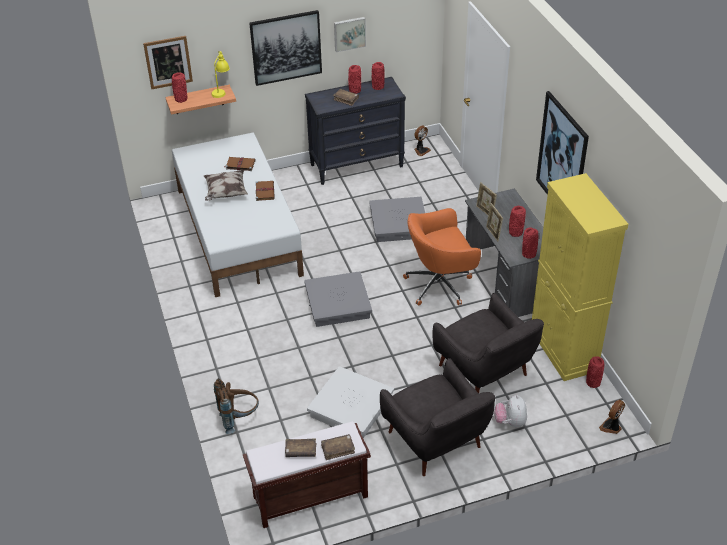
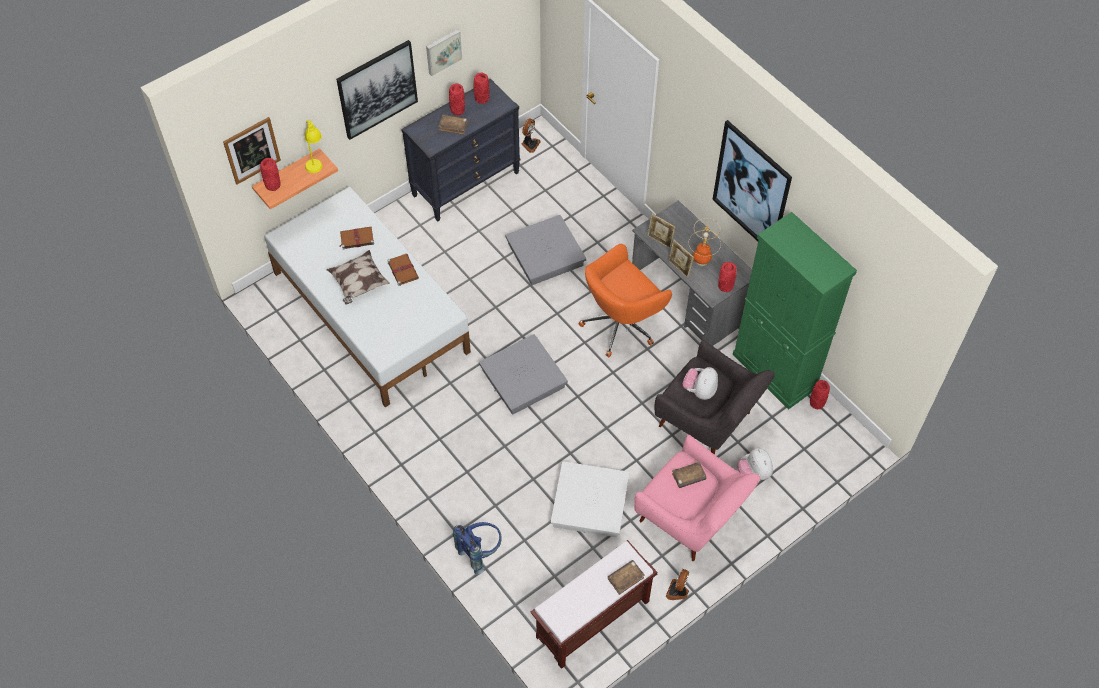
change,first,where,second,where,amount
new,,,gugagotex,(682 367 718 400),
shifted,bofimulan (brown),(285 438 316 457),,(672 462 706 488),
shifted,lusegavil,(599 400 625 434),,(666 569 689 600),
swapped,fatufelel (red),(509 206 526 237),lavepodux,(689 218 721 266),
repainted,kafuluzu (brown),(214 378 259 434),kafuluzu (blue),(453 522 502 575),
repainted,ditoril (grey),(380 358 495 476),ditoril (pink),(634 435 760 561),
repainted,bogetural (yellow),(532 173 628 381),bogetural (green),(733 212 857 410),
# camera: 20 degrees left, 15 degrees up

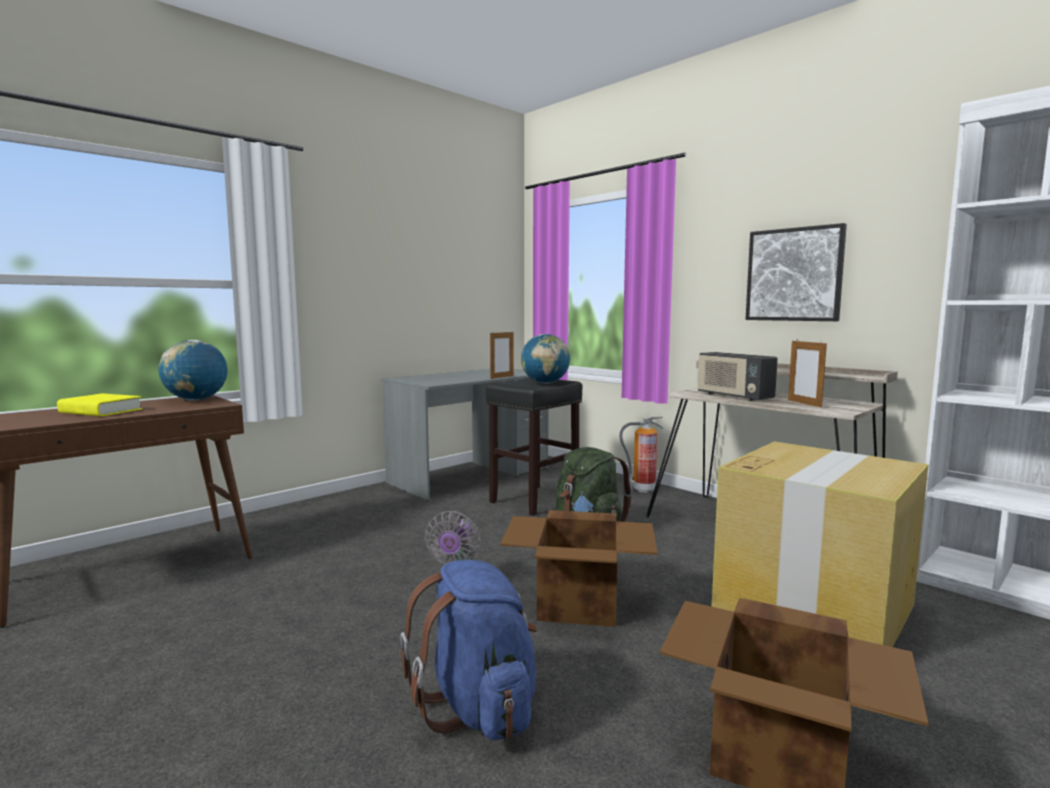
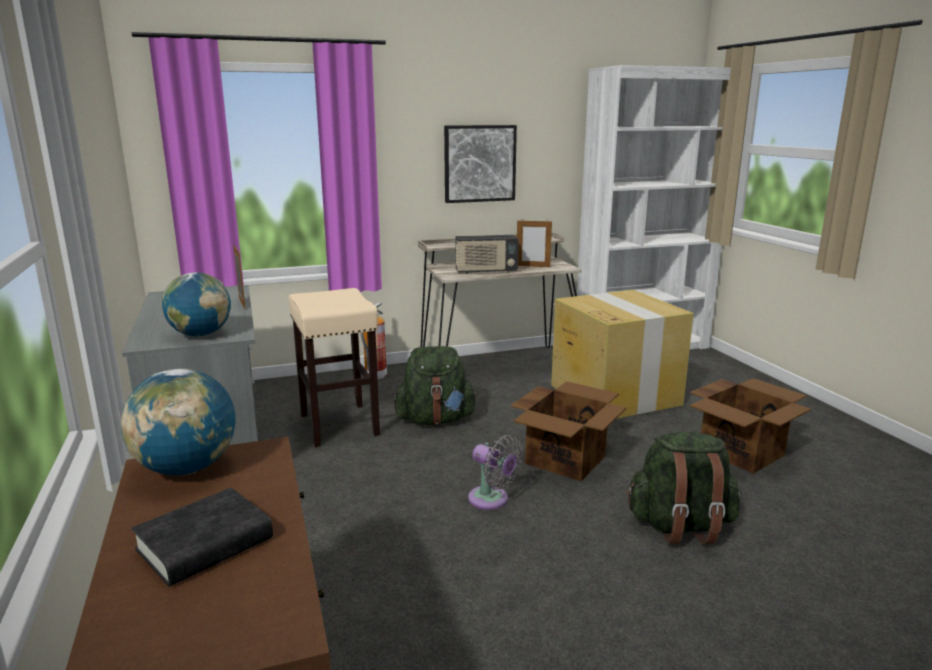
change,first,where,second,where,amount
shifted,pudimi,(521 334 570 384),,(162 272 231 337),
repainted,bofimulan (yellow),(57 393 142 416),bofimulan (black),(131 488 273 587),
repainted,kafuluzu (blue),(400 560 537 740),kafuluzu (green),(626 432 740 544),
repainted,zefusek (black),(486 377 583 516),zefusek (beige),(288 288 380 447),
# camera: 65 degrees left, 10 degrees up

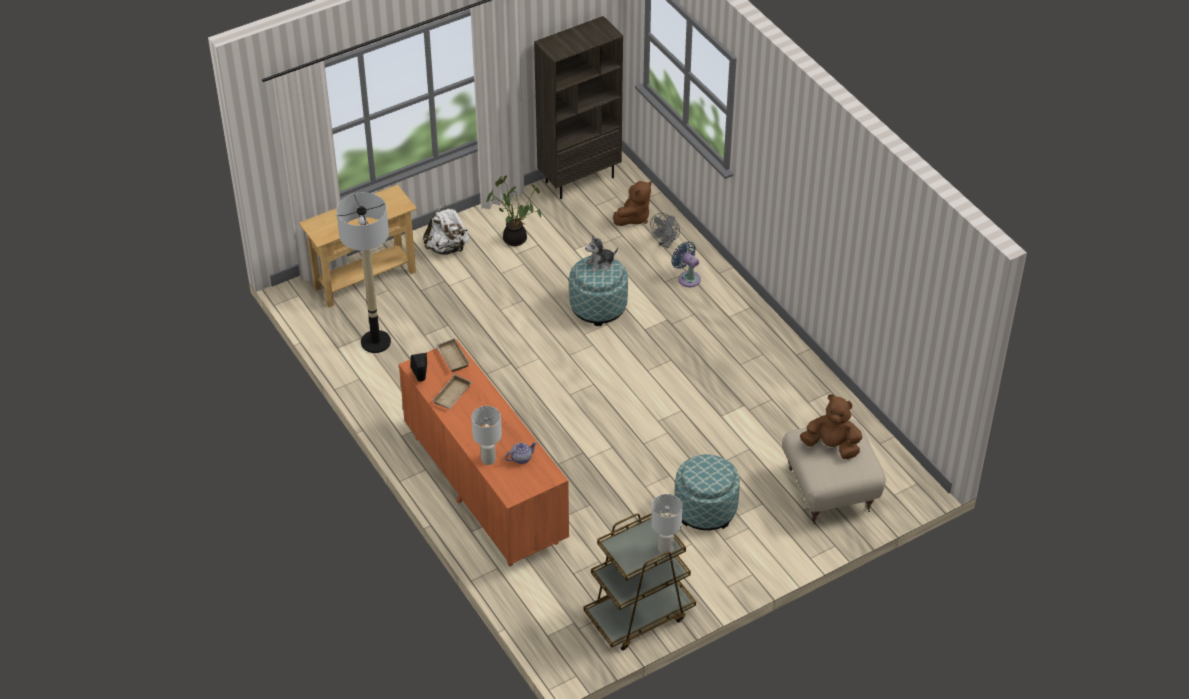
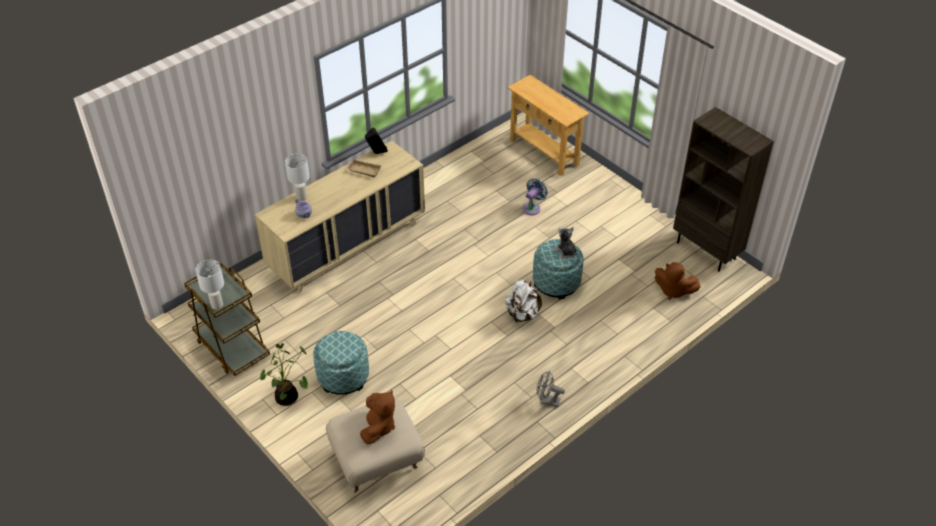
change,first,where,second,where,amount
gone,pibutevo,(336 192 391 353),,,
gone,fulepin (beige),(436 338 470 372),,,
shifted,kafuluzu (white),(423 204 469 255),,(505 280 542 323),
shifted,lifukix,(486 176 541 246),,(260 343 308 406),
shifted,lusegavil (grey),(650 213 680 248),,(537 371 565 407),
shifted,lusegavil (blue),(671 241 701 287),,(523 178 548 215),
repainted,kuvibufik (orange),(399 340 569 566),kuvibufik (beige),(254 140 425 293),
# camera: 80 degrees right, 0 degrees up

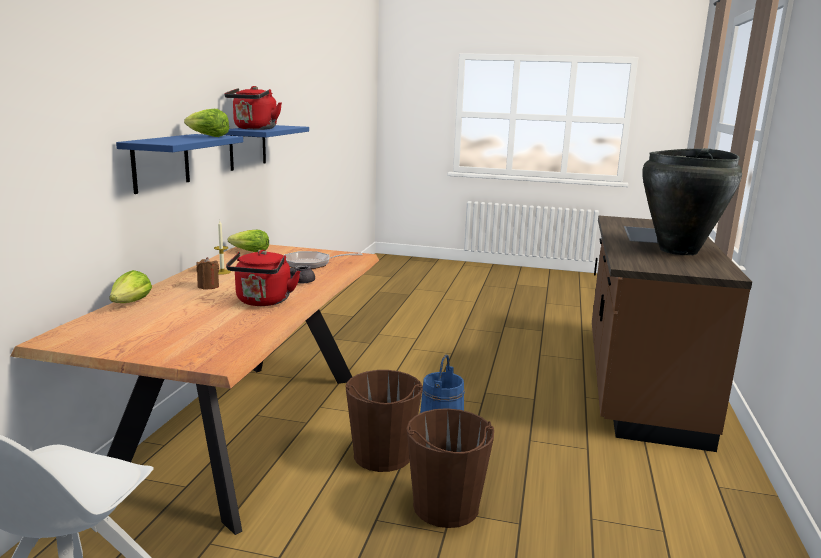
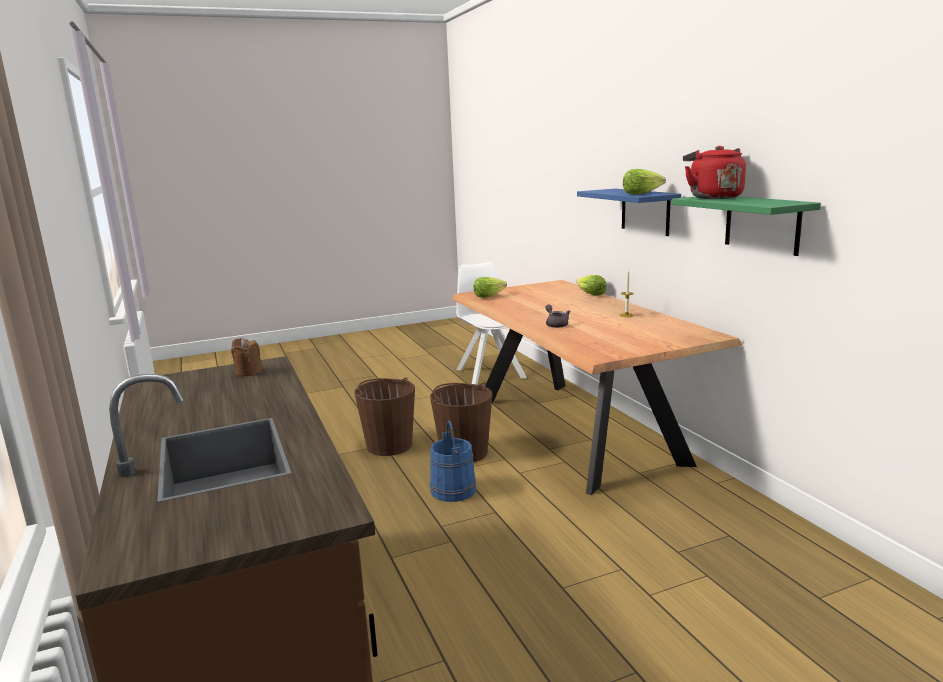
change,first,where,second,where,amount
gone,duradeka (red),(226 250 301 306),,,
gone,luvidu,(284 251 362 269),,,
gone,fatufelel (black),(642 148 742 255),,,
shifted,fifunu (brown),(196 257 219 290),,(231 338 262 376),
shifted,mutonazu,(228 230 269 252),,(473 277 507 298),
repainted,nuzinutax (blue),(225 125 309 171),nuzinutax (green),(672 196 821 256),
# camera: 145 degrees right, 0 degrees up

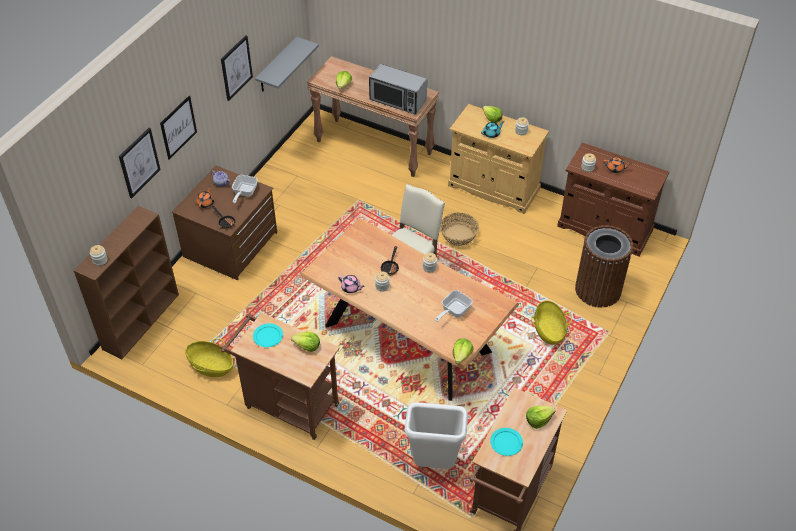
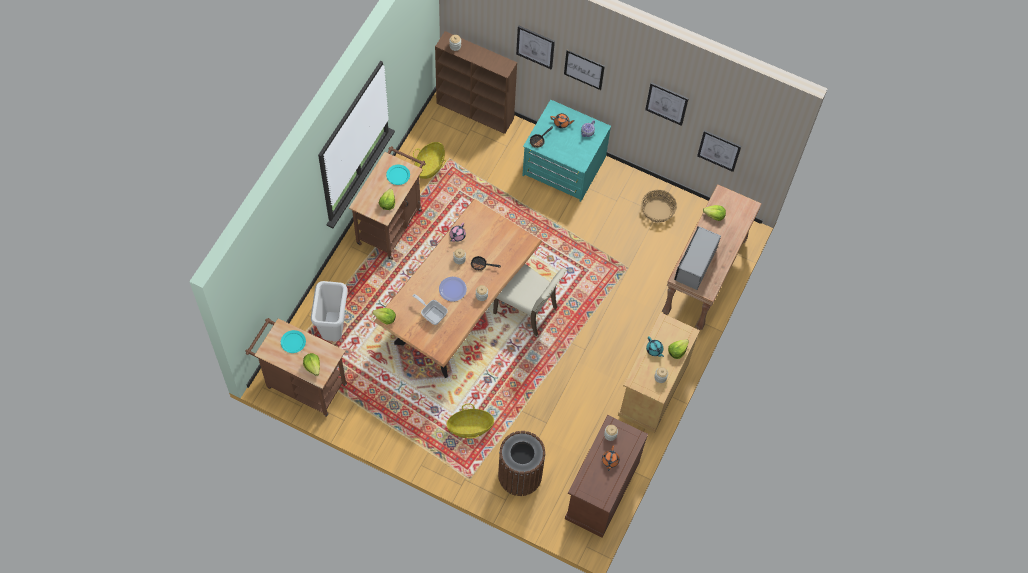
change,first,where,second,where,amount
gone,luvidu,(232 175 258 204),,,
new,,,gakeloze,(439 277 467 301),
shifted,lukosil,(440 212 479 246),,(641 190 677 223),
swapped,nuzinutax (grey),(255 37 319 92),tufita,(697 130 741 172),
repainted,kuvibufik (brown),(172 166 277 280),kuvibufik (turquoise),(522 100 611 202),
# camera: 85 degrees right, 15 degrees up

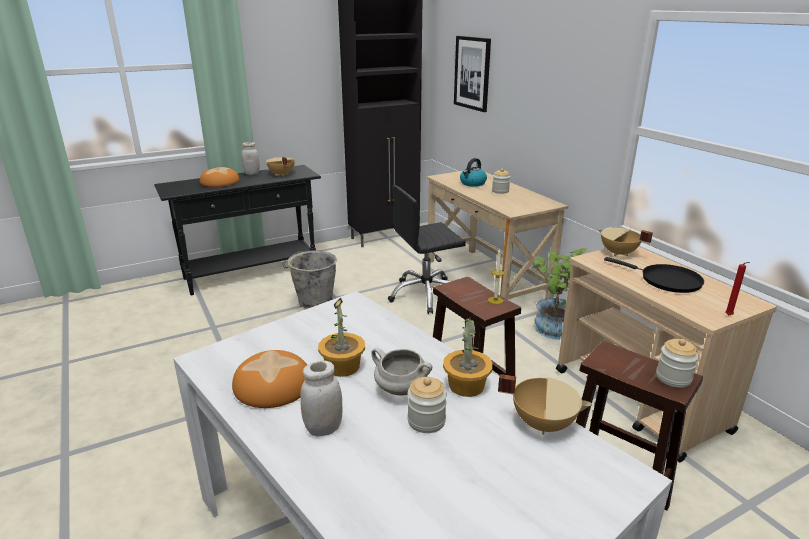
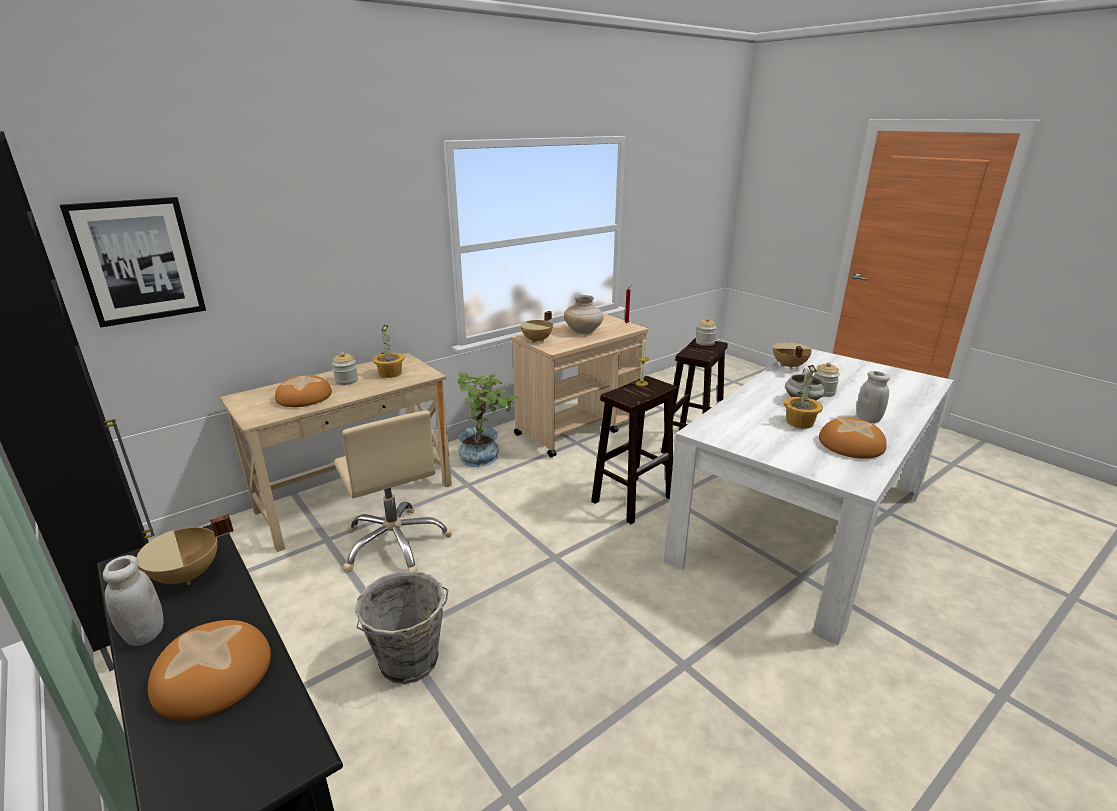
change,first,where,second,where,amount
shifted,lifukix,(443 318 493 397),,(373 325 404 378),
swapped,duradeka,(460 158 487 187),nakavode,(275 375 332 407),
swapped,luvidu (black),(604 257 704 293),fatufelel (beige),(564 295 603 334),
repainted,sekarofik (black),(388 185 466 314),sekarofik (beige),(334 410 452 572),
# camera: 100 degrees left, 0 degrees up

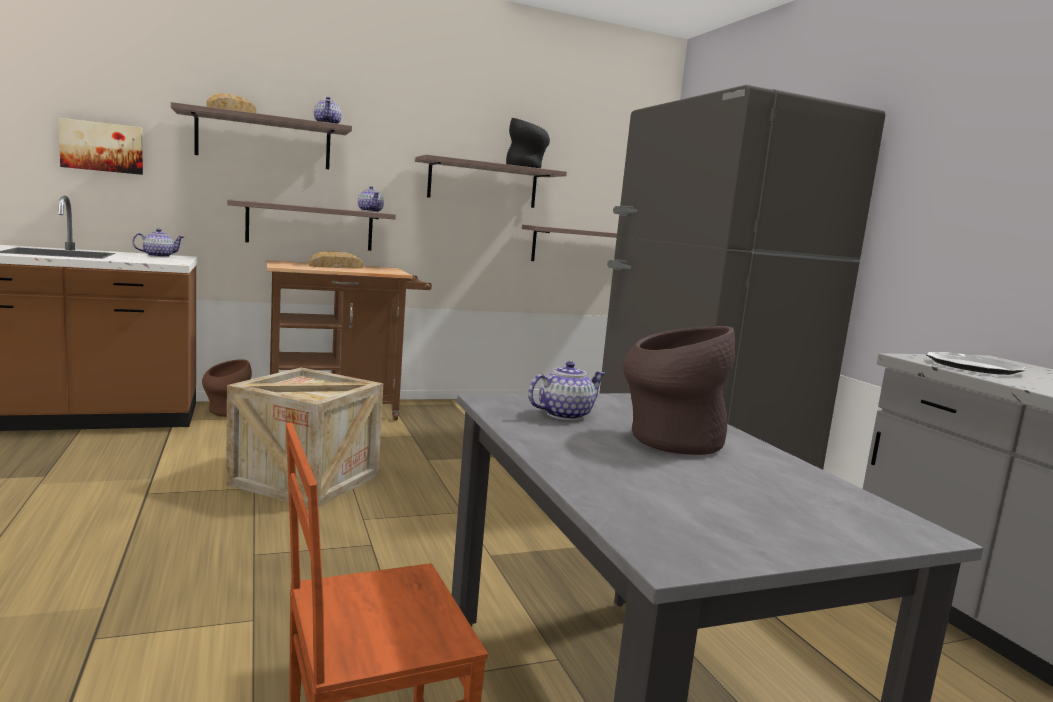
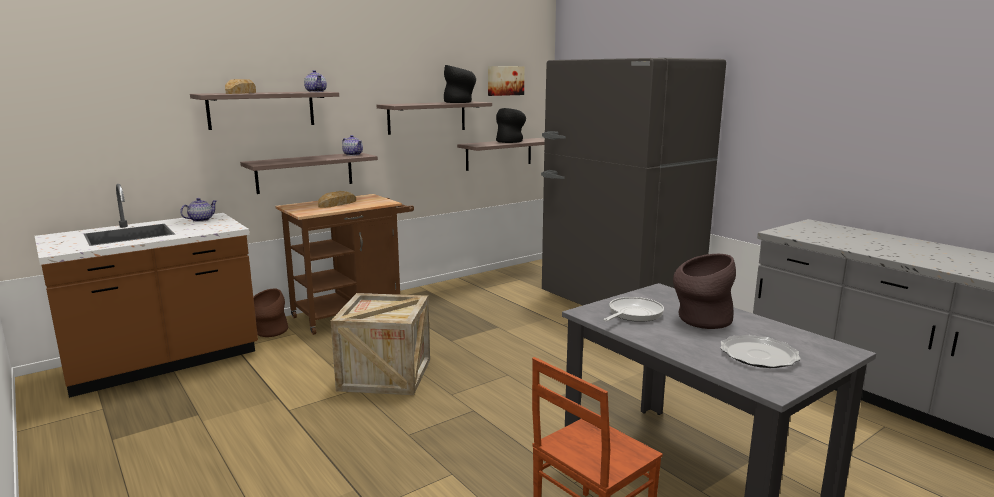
change,first,where,second,where,amount
new,,,fatufelel (black),(496 108 526 143),
shifted,tufita,(59 118 143 175),,(488 66 524 96),
shifted,gakeloze,(926 352 1026 375),,(720 335 801 368),
swapped,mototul,(528 361 606 420),luvidu,(603 297 664 322),
# camera: 15 degrees left, 5 degrees up

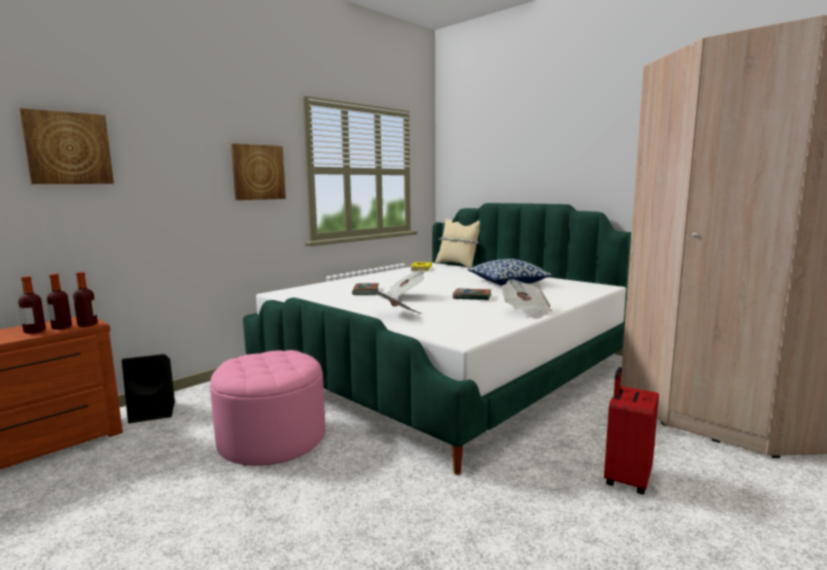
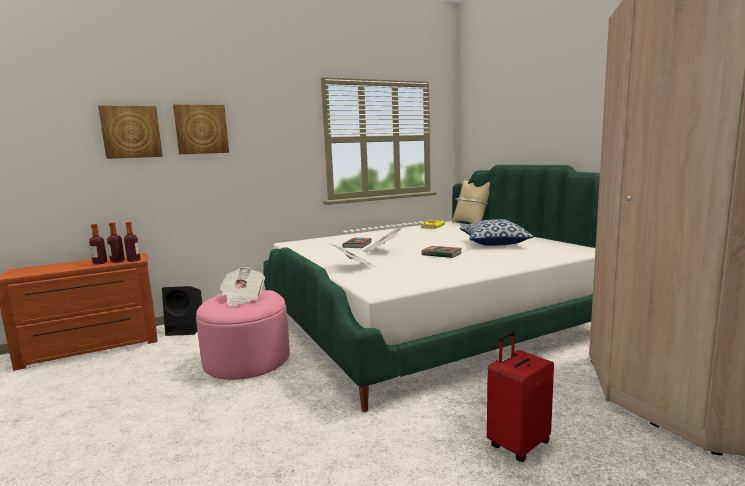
change,first,where,second,where,amount
shifted,tufita,(231 143 286 200),,(173 104 229 154),
shifted,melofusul,(501 280 553 319),,(219 267 265 306),
# camera: 20 degrees right, 0 degrees up

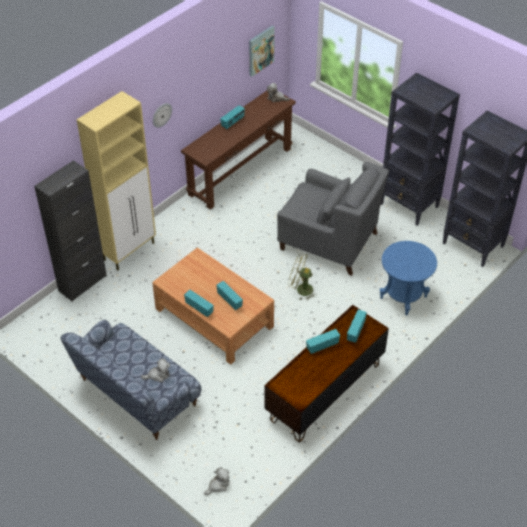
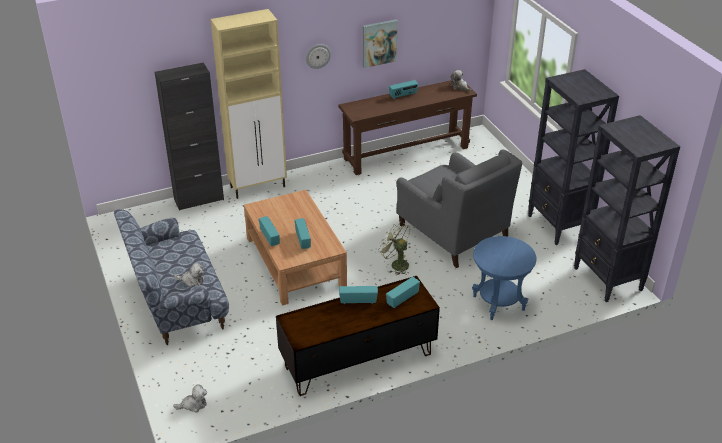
change,first,where,second,where,amount
shifted,tufita,(249 26 275 77),,(363 19 398 68),
# camera: 25 degrees right, 10 degrees down

